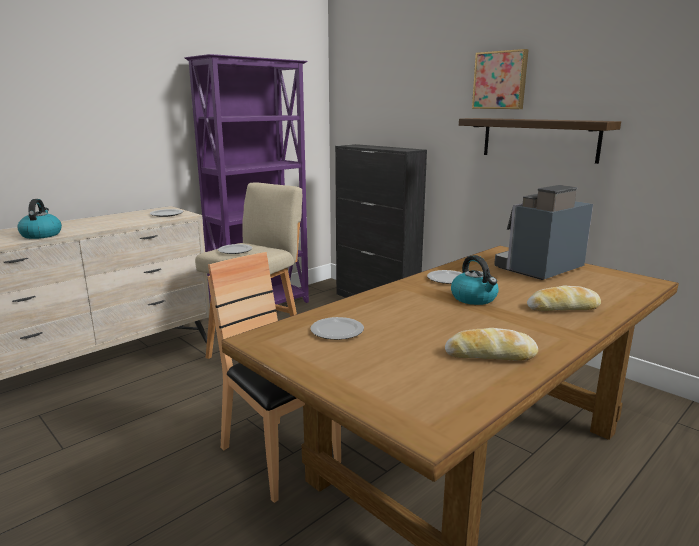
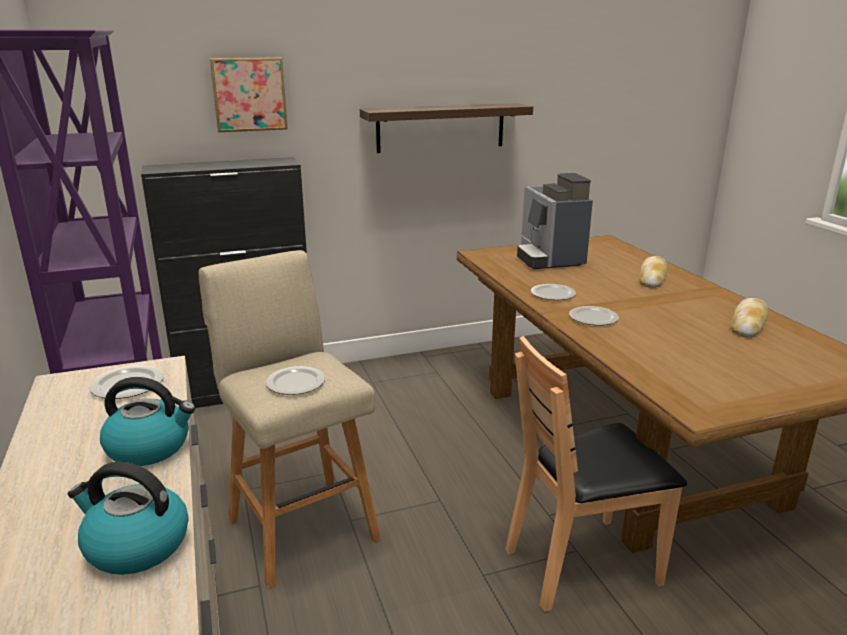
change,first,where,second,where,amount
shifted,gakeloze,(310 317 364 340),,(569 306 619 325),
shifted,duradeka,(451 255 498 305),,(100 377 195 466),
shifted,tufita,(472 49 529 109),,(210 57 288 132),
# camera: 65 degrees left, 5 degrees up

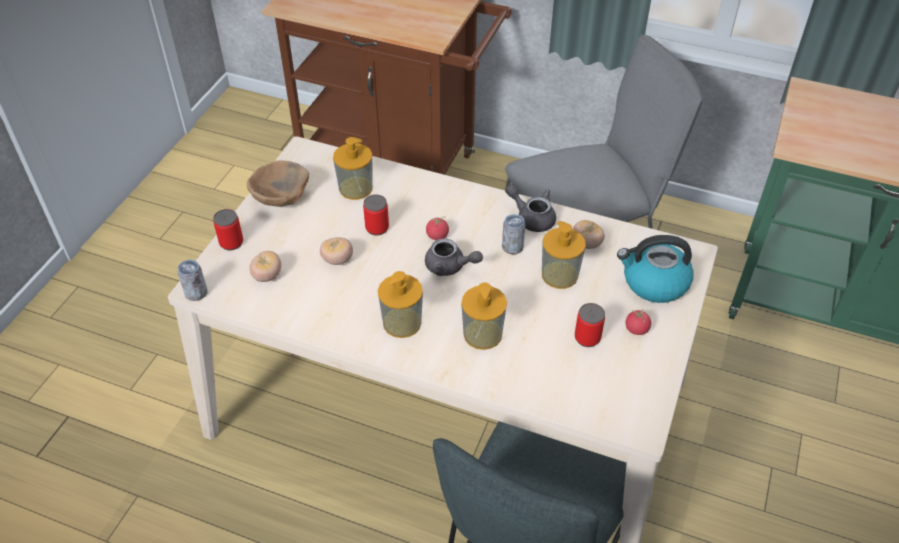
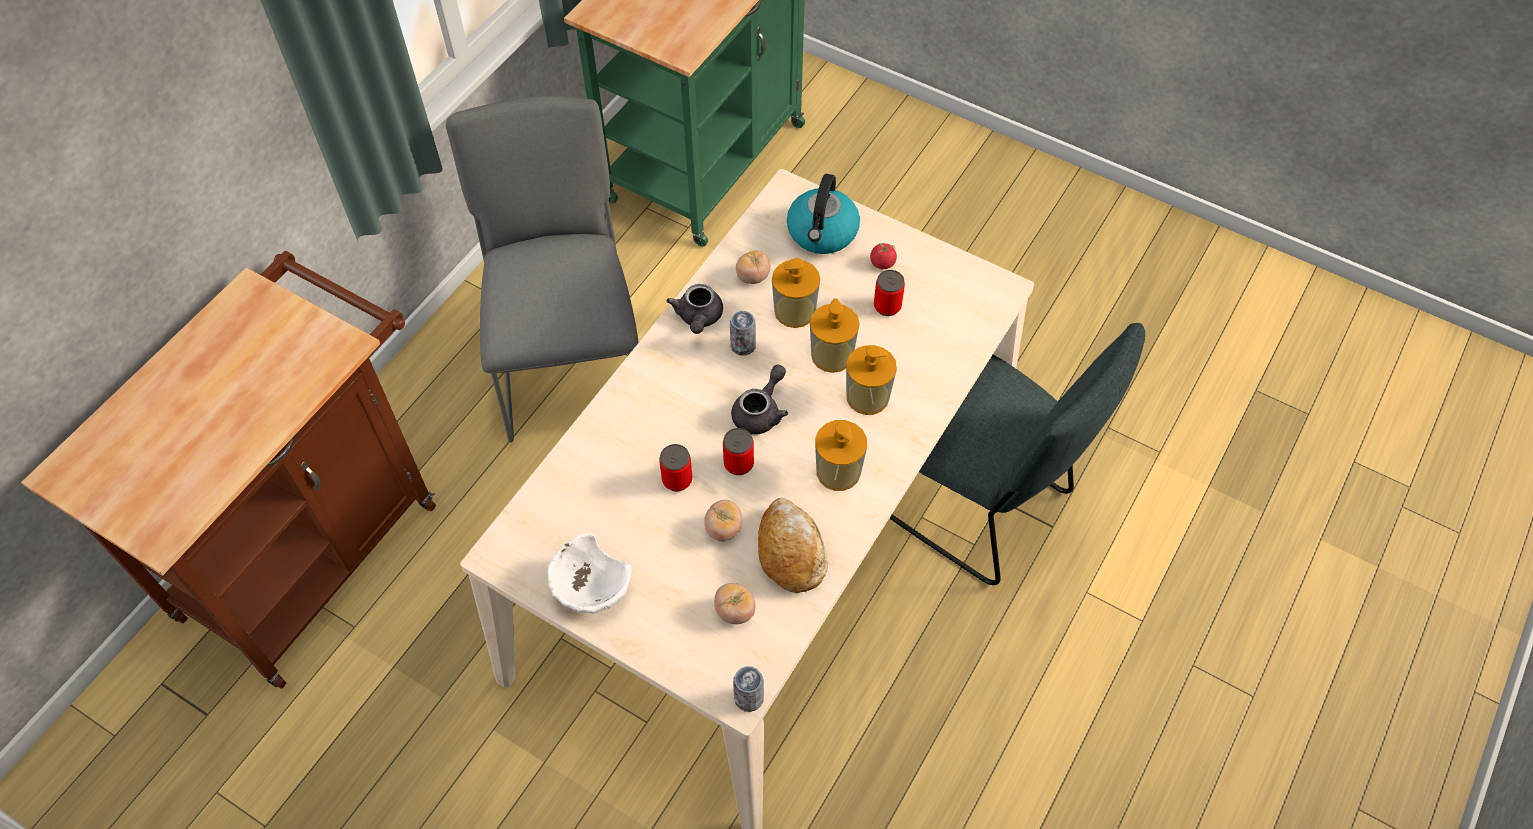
change,first,where,second,where,amount
gone,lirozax,(426 216 449 240),,,
new,,,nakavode,(758 498 828 593),
shifted,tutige,(213 209 243 250),,(723 428 754 475),
shifted,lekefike,(333 137 373 200),,(810 298 860 373),
repainted,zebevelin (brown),(247 161 309 207),zebevelin (white),(547 533 632 614),
rotated,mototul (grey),(505 184 556 232),,(667 284 723 334),45 degrees counterclockwise
# camera: 80 degrees left, 10 degrees up

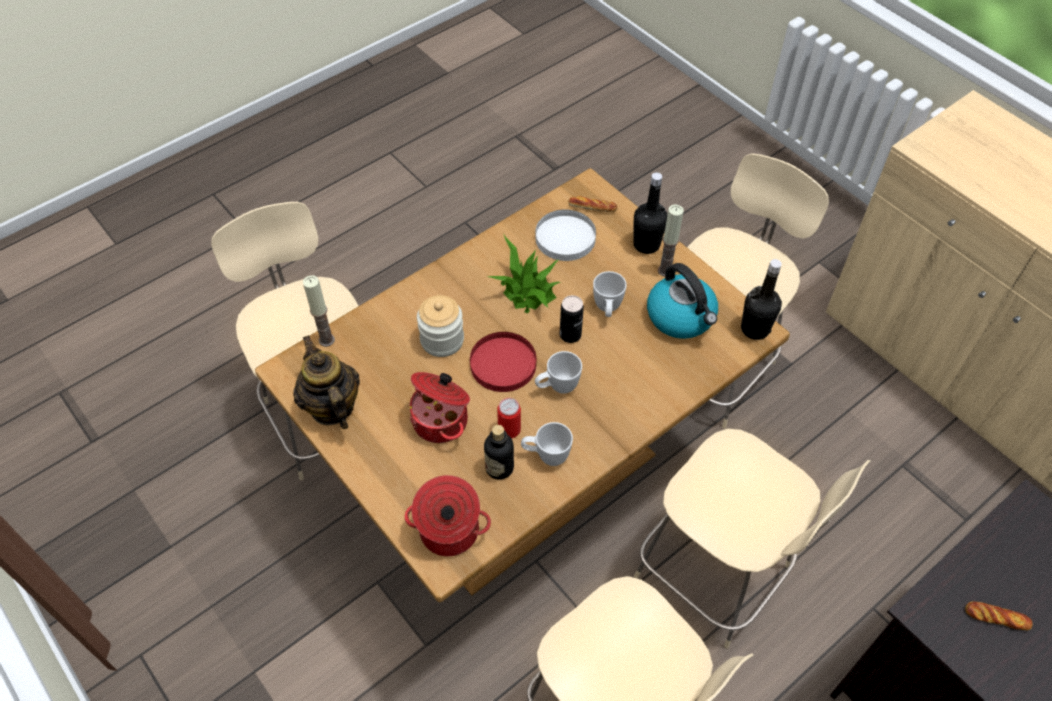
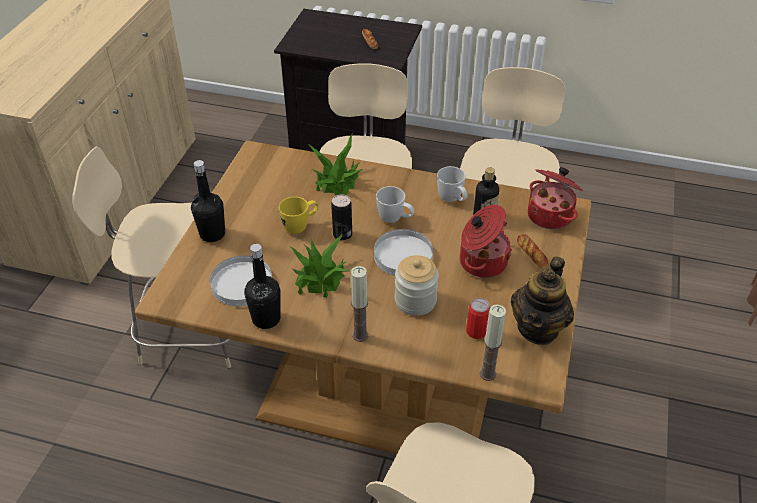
change,first,where,second,where,amount
gone,duradeka,(647 263 718 339),,,
new,,,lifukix,(308 133 363 196),
shifted,tutige,(497 398 521 438),,(466 298 490 339),
shifted,nakavode,(568 196 618 212),,(517 234 549 269),
shifted,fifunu,(658 204 684 277),,(351 266 368 342),
shifted,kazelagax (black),(741 259 782 340),,(244 244 281 329),
repainted,gakeloze (red),(470 332 536 392),gakeloze (white),(374 229 433 276),
repainted,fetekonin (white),(593 271 627 317),fetekonin (yellow),(279 197 319 234),
# camera: 125 degrees left, 10 degrees down

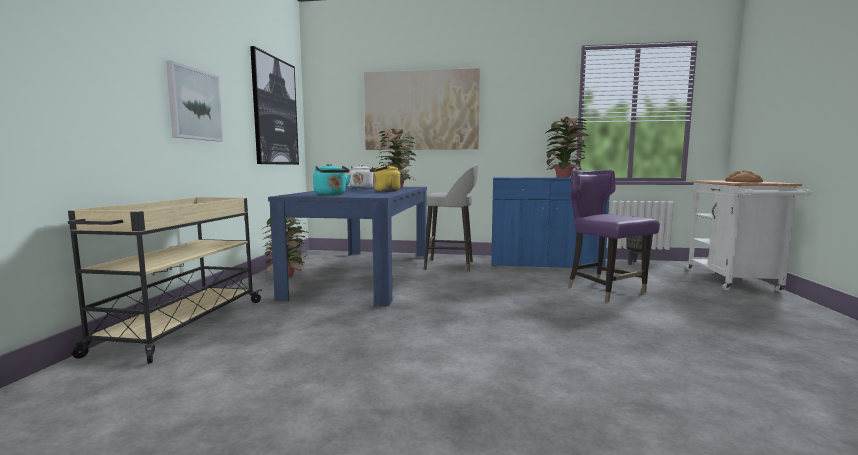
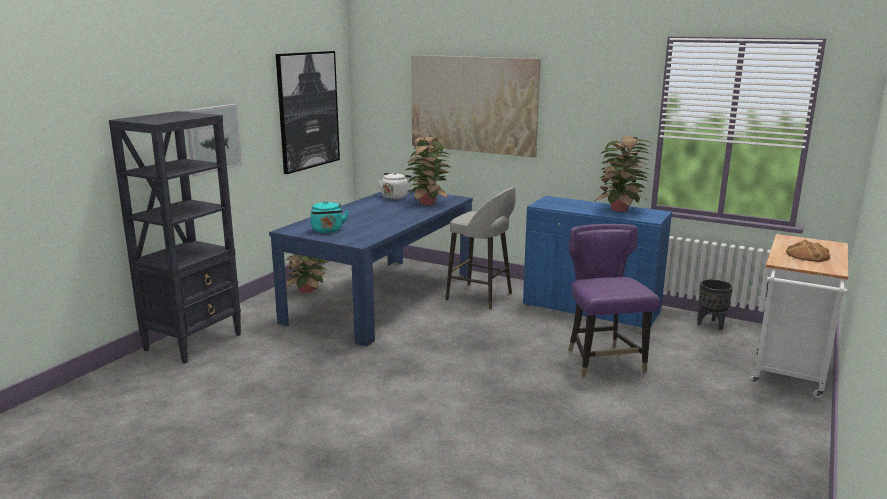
change,first,where,second,where,amount
gone,duradeka (yellow),(369 164 401 192),,,
swapped,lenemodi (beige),(68 197 262 364),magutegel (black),(109 111 241 364),
# camera: 20 degrees right, 10 degrees up

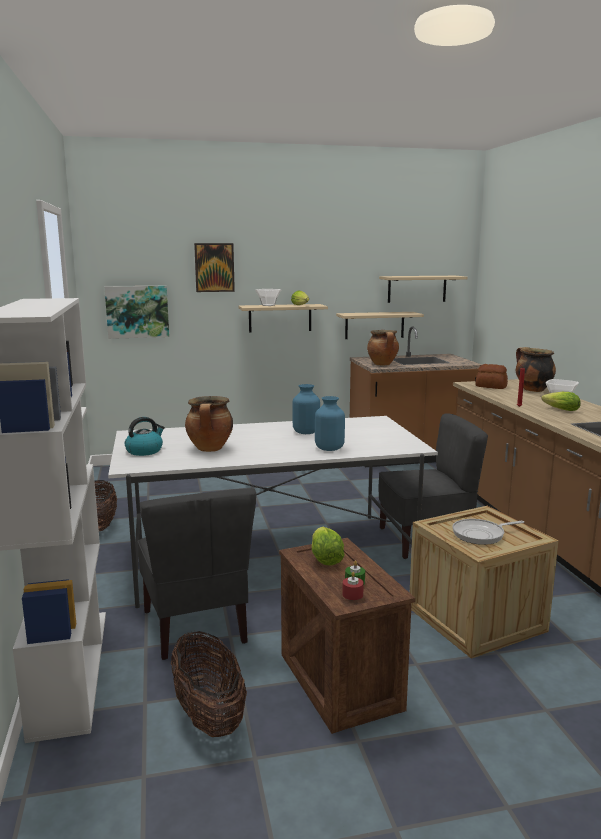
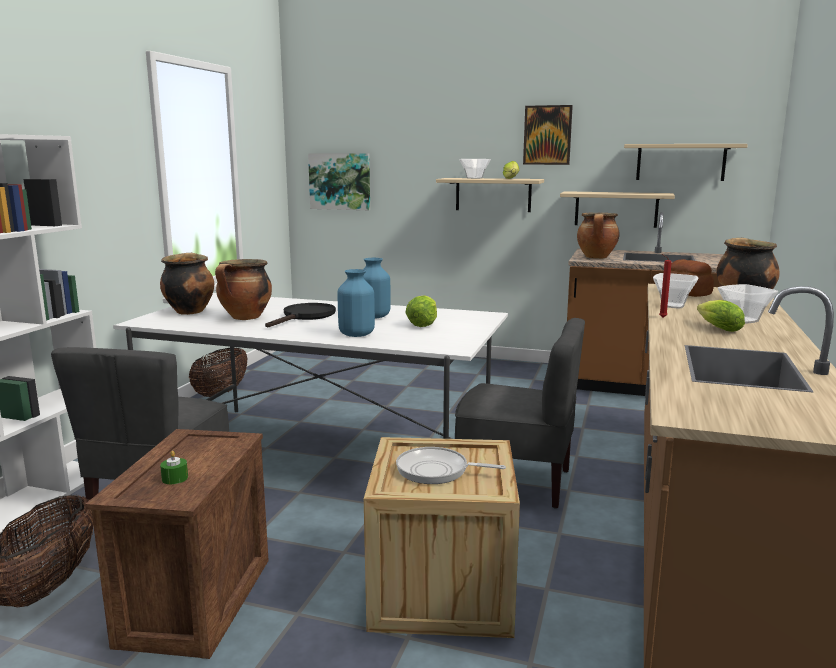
change,first,where,second,where,amount
gone,fifunu (red),(342 572 364 600),,,
new,,,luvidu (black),(265 303 336 327),
new,,,zebevelin,(653 273 698 309),
shifted,tufita,(194 243 235 292),,(523 105 573 165),
shifted,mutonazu,(312 527 345 565),,(405 295 437 327),
swapped,duradeka,(125 417 165 456),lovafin,(160 253 214 315),
# camera: 30 degrees right, 0 degrees up

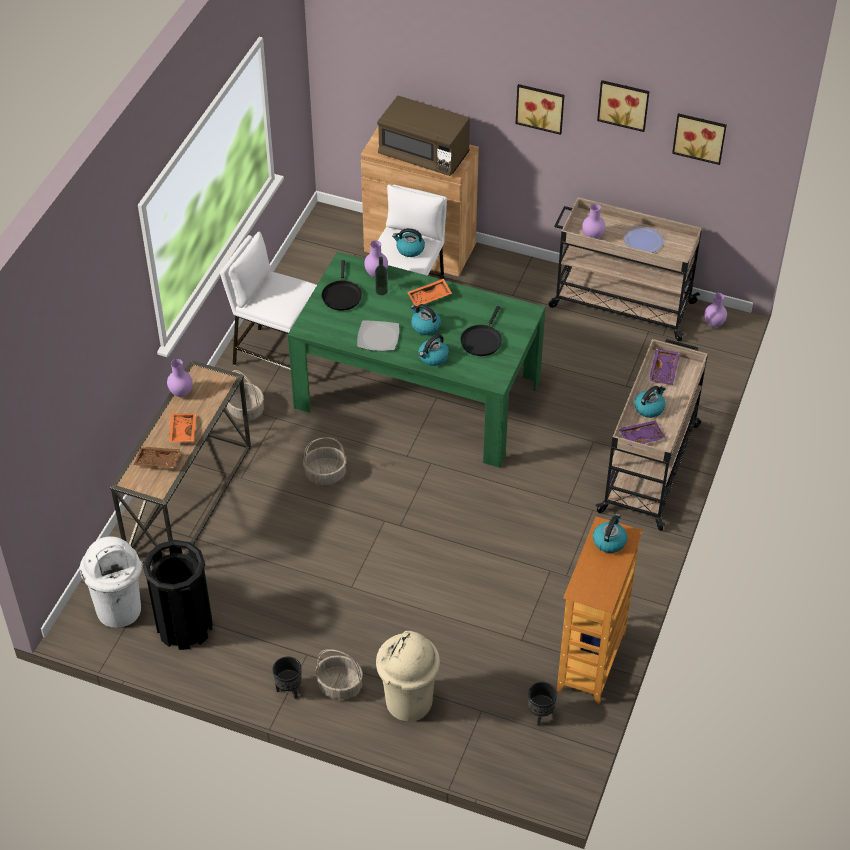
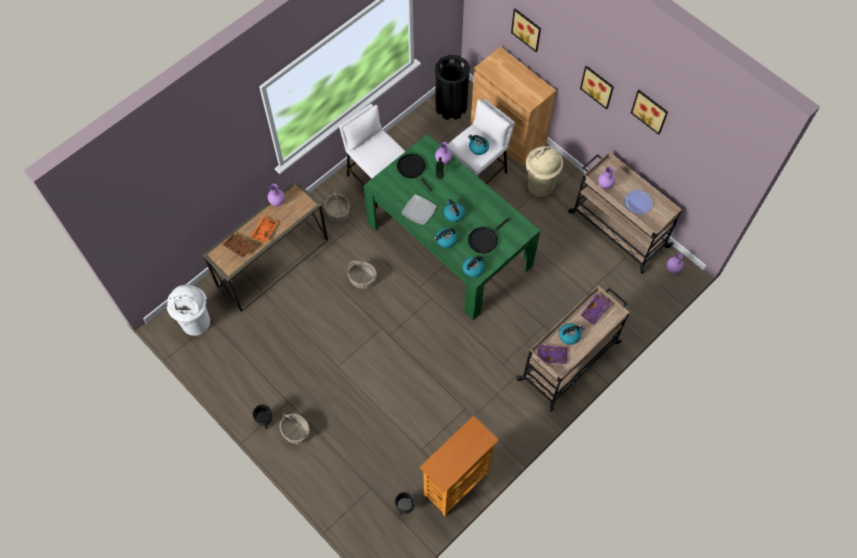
change,first,where,second,where,amount
gone,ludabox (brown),(377 96 470 176),,,
gone,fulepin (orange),(407 278 452 306),,,
shifted,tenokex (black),(143 540 212 650),,(435 55 470 120),
shifted,tenokex (beige),(376 631 440 722),,(526 146 563 198),
shifted,duradeka,(593 514 627 553),,(462 255 485 277),
shifted,tufita,(672 113 727 165),,(511 9 541 52),
rotated,luvidu (black),(322 260 362 311),,(397 154 432 191),120 degrees clockwise
# camera: 25 degrees right, 15 degrees up

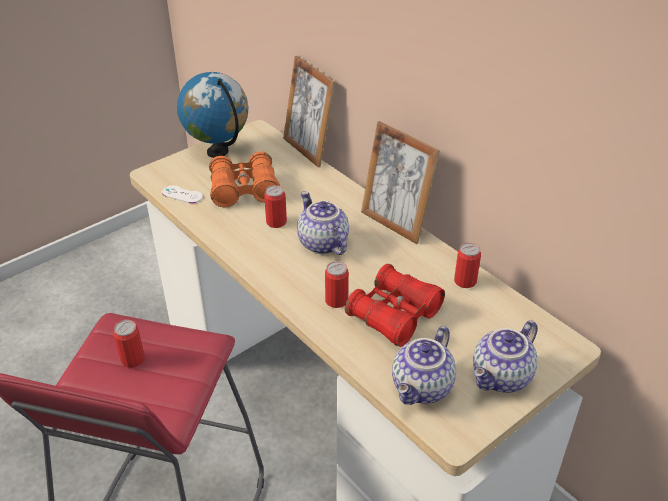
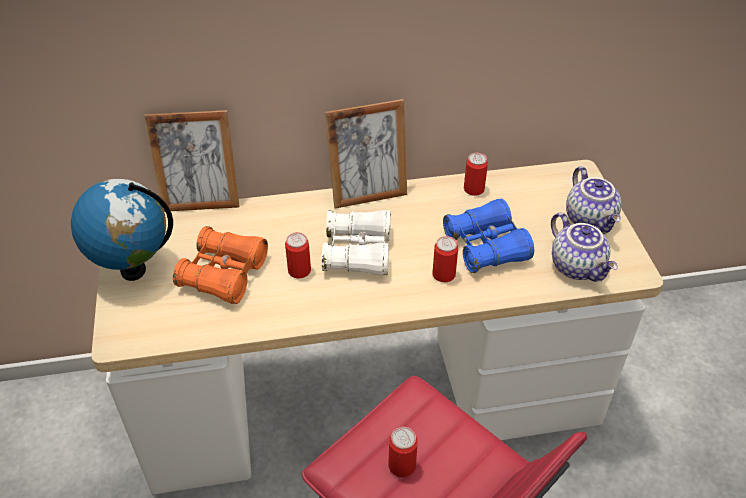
change,first,where,second,where,amount
gone,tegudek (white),(162 185 203 203),,,
swapped,mototul,(297 191 349 255),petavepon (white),(322 210 391 276),
repainted,petavepon (red),(345 264 445 347),petavepon (blue),(443 199 534 273),
# camera: 60 degrees left, 5 degrees up

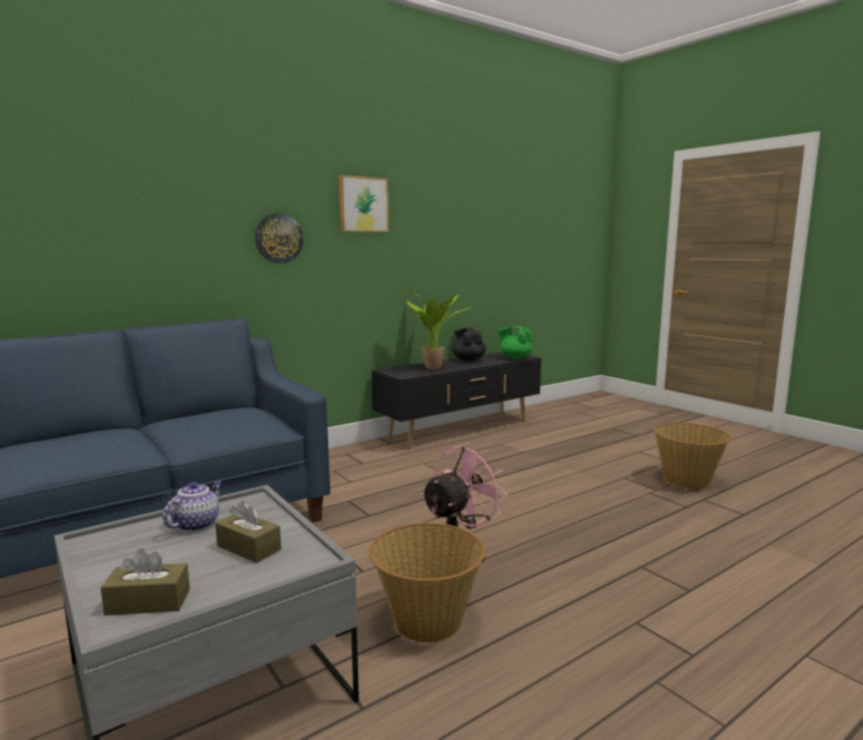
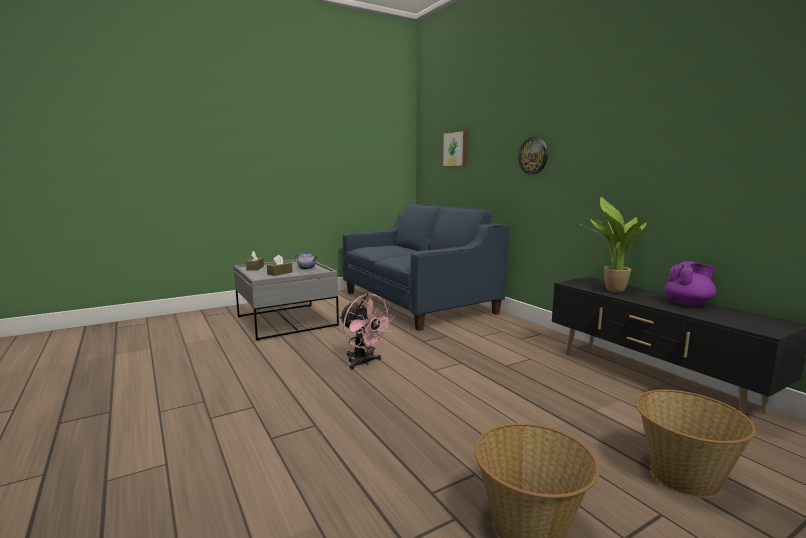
change,first,where,second,where,amount
gone,mototul (green),(498 326 533 359),,,
shifted,tufita,(338 175 389 232),,(442 130 468 167),
shifted,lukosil,(369 523 485 643),,(635 390 756 498),
repainted,mototul (black),(452 327 486 361),mototul (purple),(664 261 716 305),
# camera: 95 degrees right, 0 degrees up

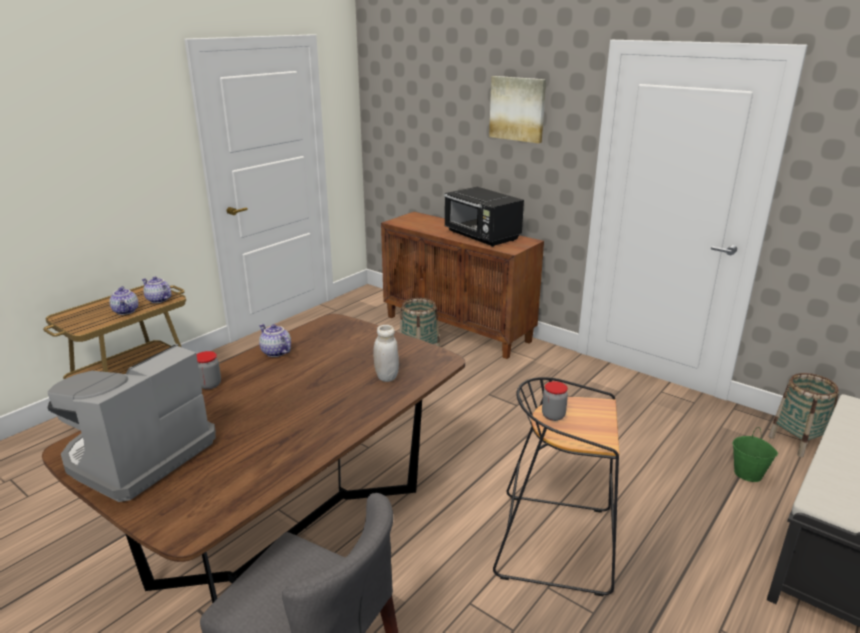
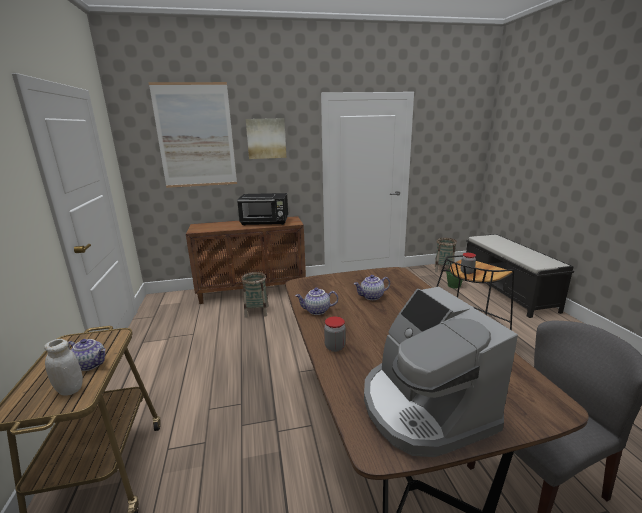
change,first,where,second,where,amount
new,,,tufita,(149 82 237 188),
shifted,mototul,(142 277 172 303),,(354 275 390 300),
shifted,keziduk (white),(373 325 399 382),,(44 339 83 396),
# camera: 50 degrees left, 5 degrees down

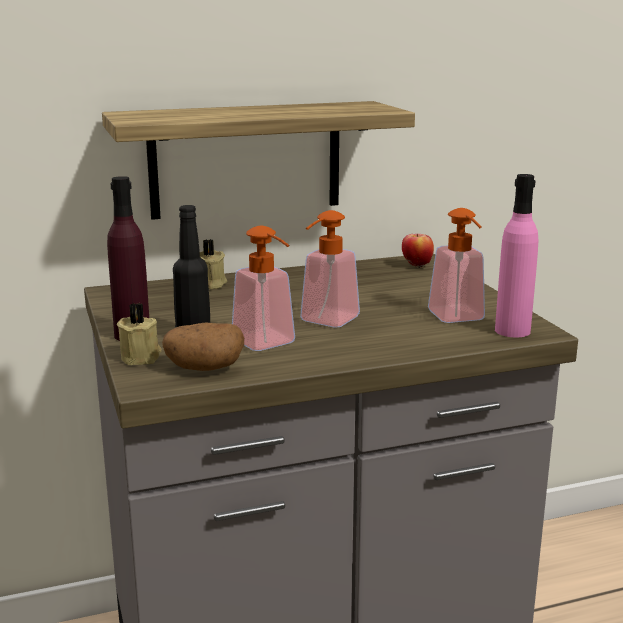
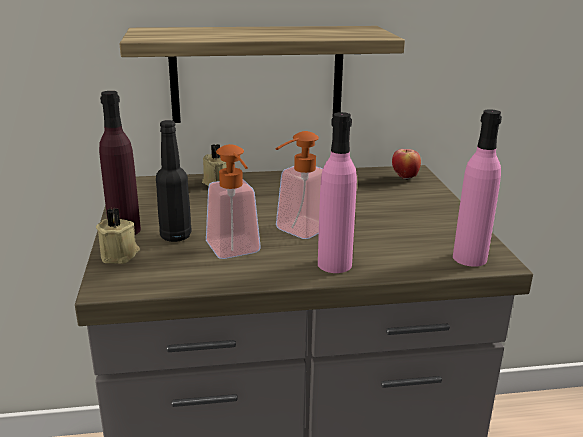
change,first,where,second,where,amount
gone,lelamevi,(162 323 244 371),,,
gone,lekefike,(428 208 485 323),,,
new,,,kazelagax (pink),(318 112 357 273),
# camera: 10 degrees right, 5 degrees up

